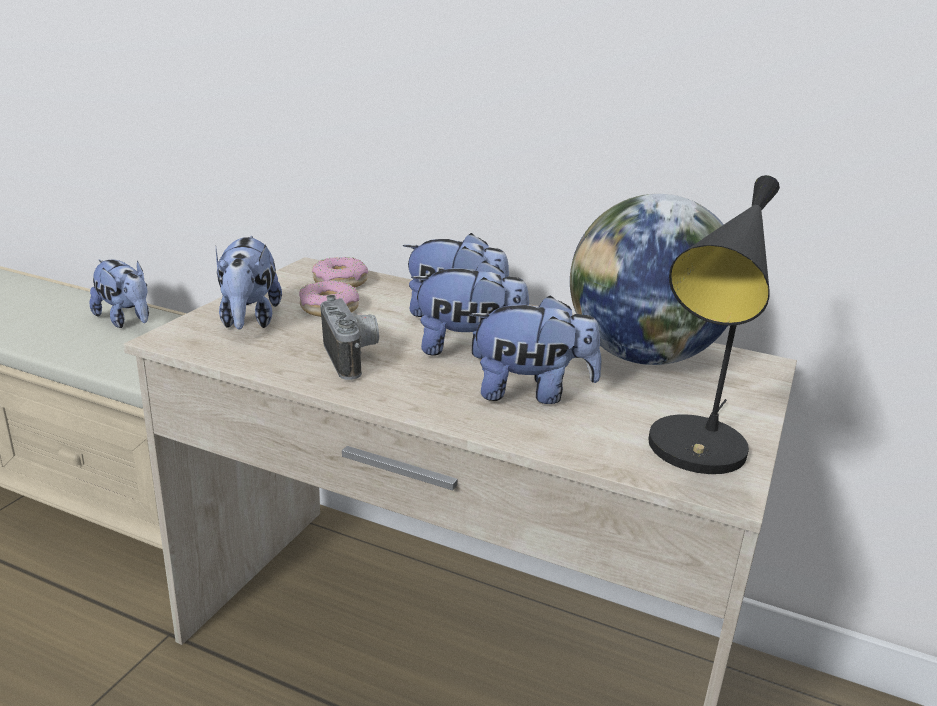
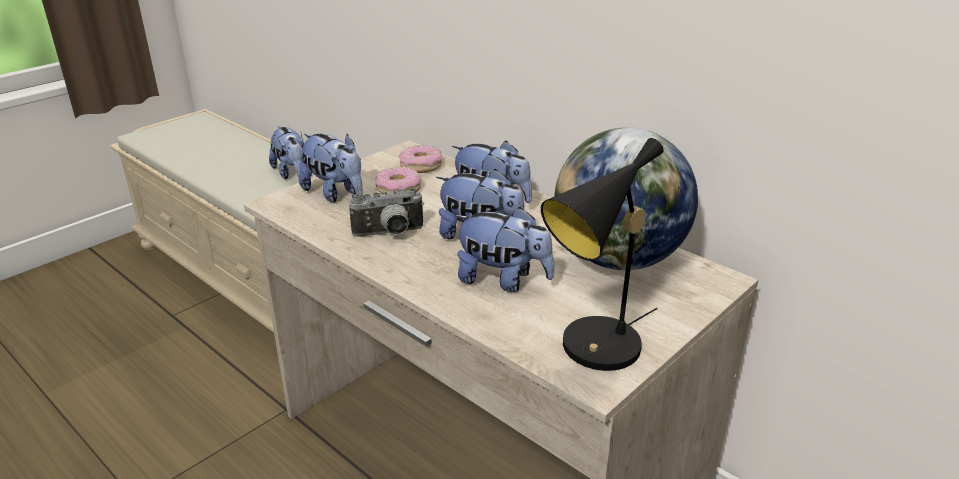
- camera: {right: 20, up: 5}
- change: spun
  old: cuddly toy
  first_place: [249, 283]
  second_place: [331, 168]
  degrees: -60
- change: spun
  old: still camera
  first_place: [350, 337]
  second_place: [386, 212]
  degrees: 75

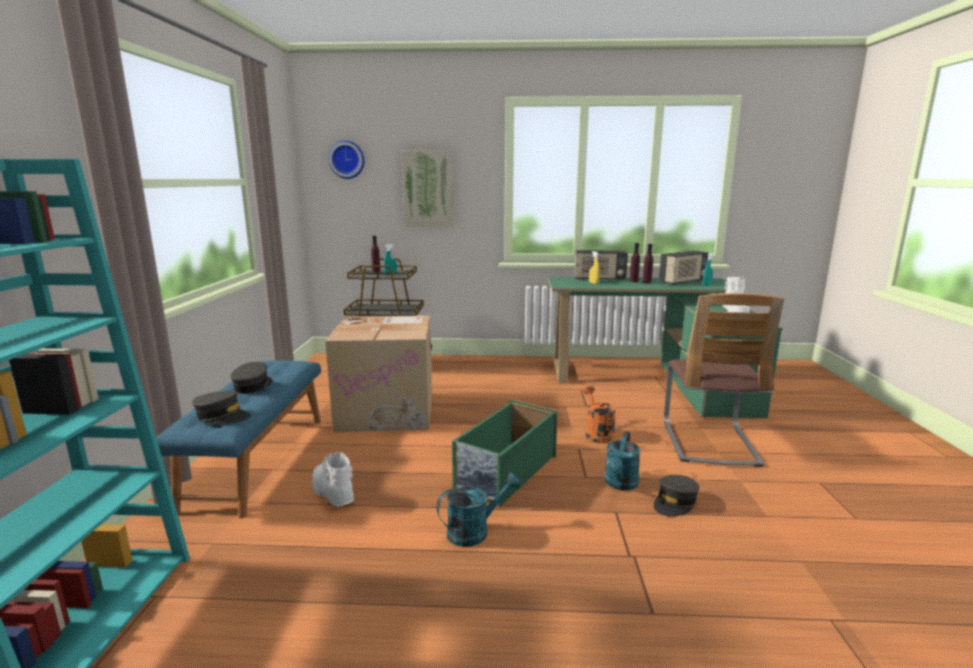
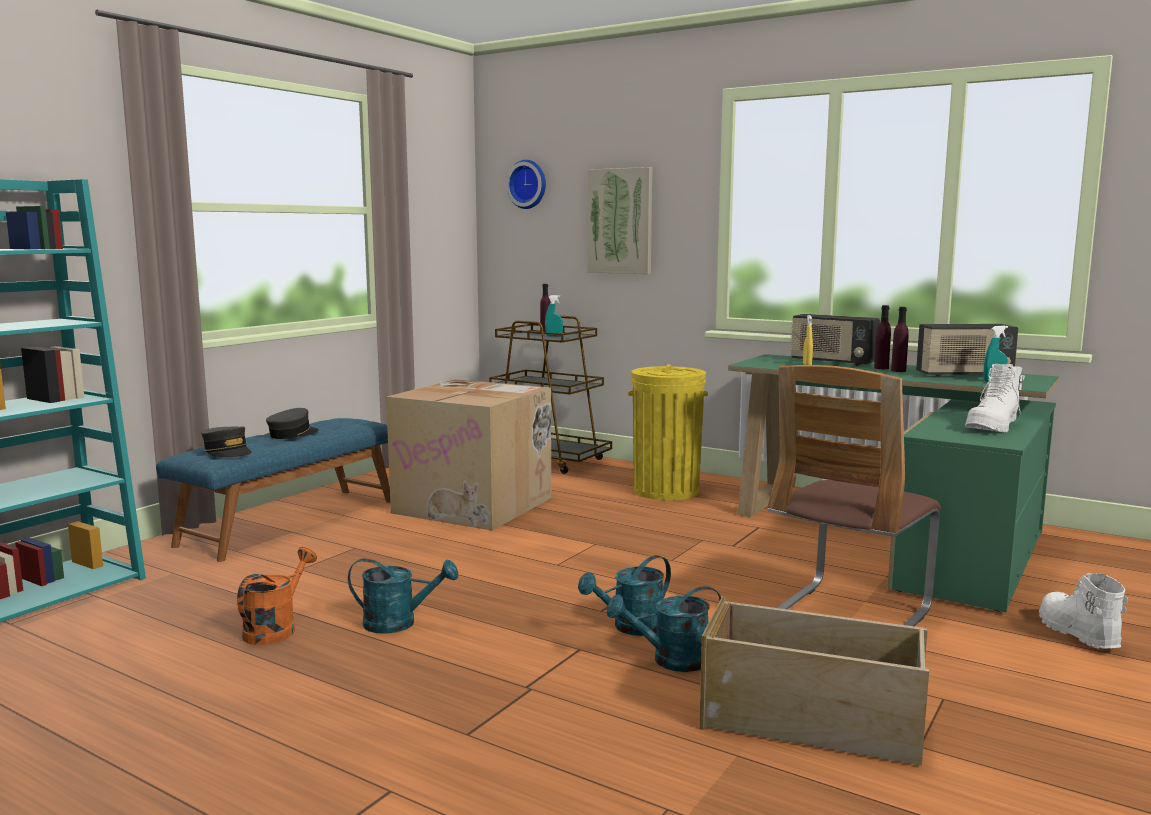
- camera: {right: 30, up: -5}
- change: relocated
  old: watering pot in orange-coloured
  first_place: [599, 414]
  second_place: [277, 596]
- change: missing
  old: storage box in greenish
  first_place: [505, 452]
- change: relocated
  old: high-top boot in whitish
  first_place: [333, 480]
  second_place: [1083, 610]
- change: exchanged
  old: cap in greyish
  new: watering pot in turquoise
  first_place: [676, 496]
  second_place: [664, 629]
- change: appeared
  new: waste bin in yellow-coloured
  second_place: [668, 432]
- change: appeared
  new: storage box in sand-coloured
  second_place: [814, 681]

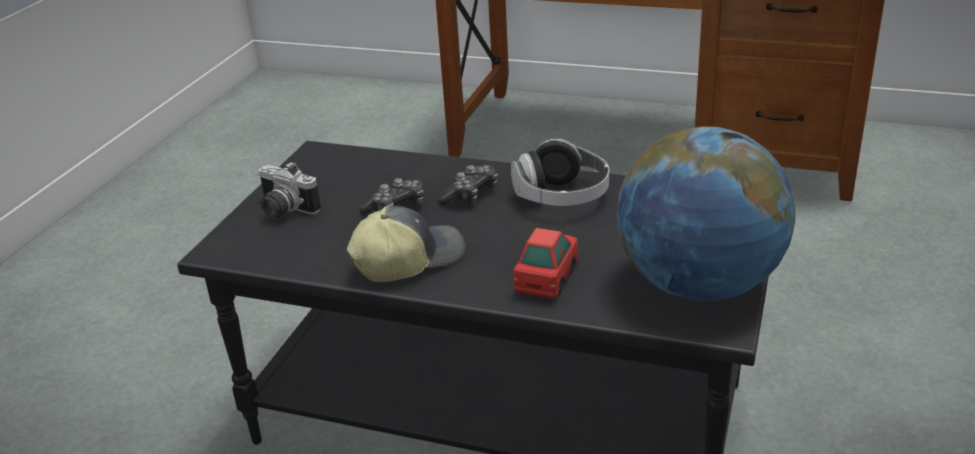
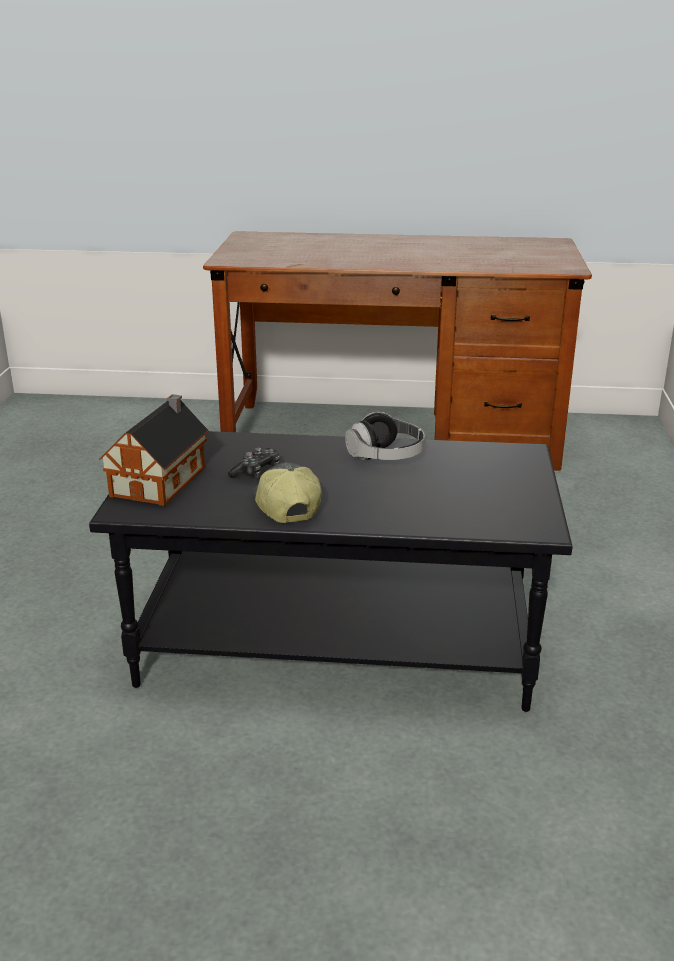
- camera: {right: -15, up: -5}
- change: missing
  old: desk globe
  first_place: [706, 213]
- change: exchanged
  old: still camera
  new: model house
  first_place: [289, 190]
  second_place: [154, 450]
- change: missing
  old: game controller
  first_place: [467, 185]
- change: spun
  old: cap
  first_place: [406, 244]
  second_place: [287, 492]
  degrees: -60
- change: missing
  old: toy car
  first_place: [545, 263]

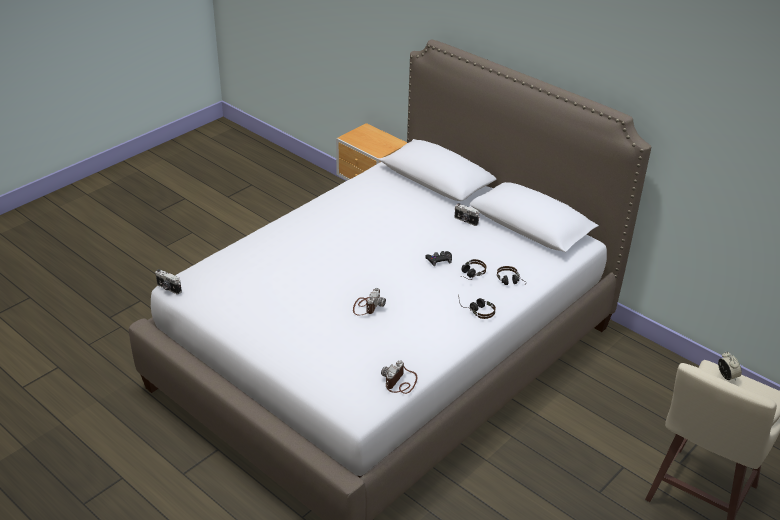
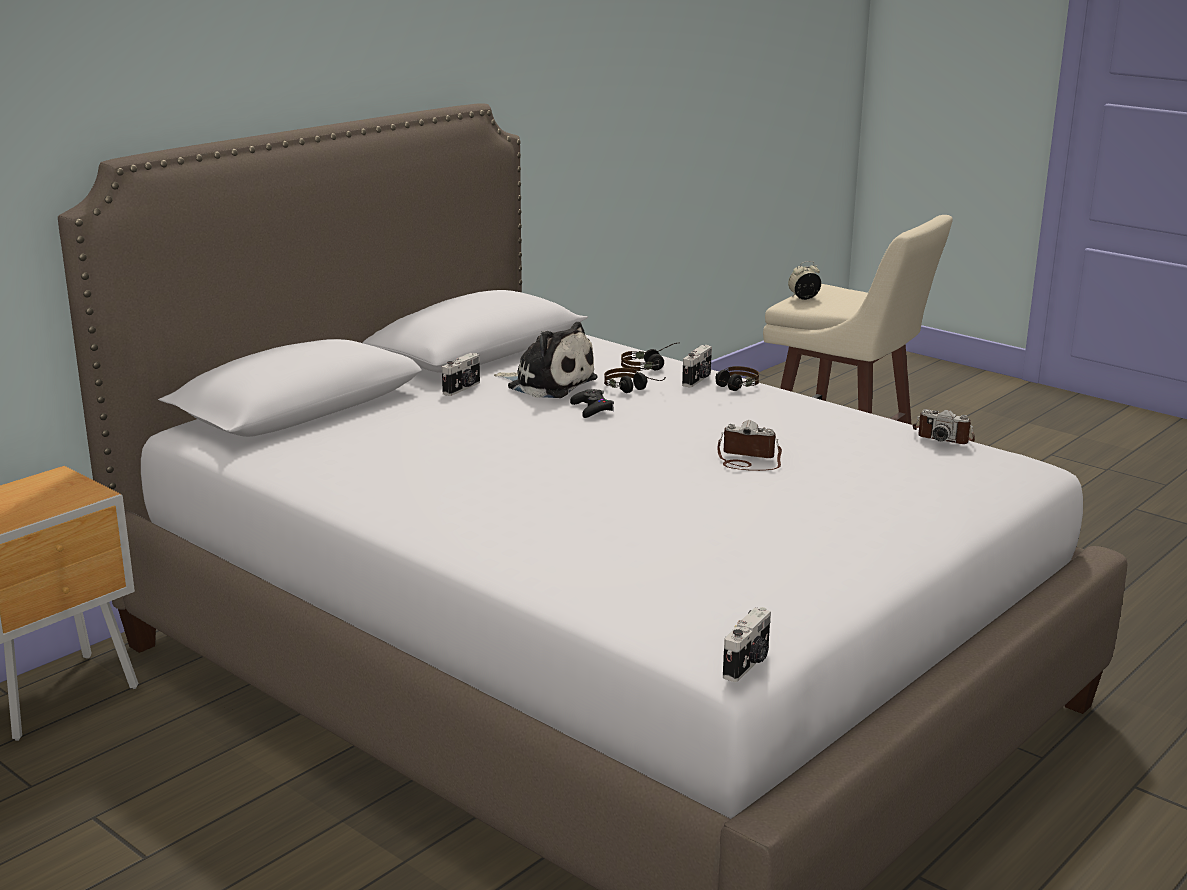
- camera: {right: -90, up: -15}
- change: appeared
  new: cuddly toy
  second_place: [546, 360]
- change: appeared
  new: still camera
  second_place: [697, 366]

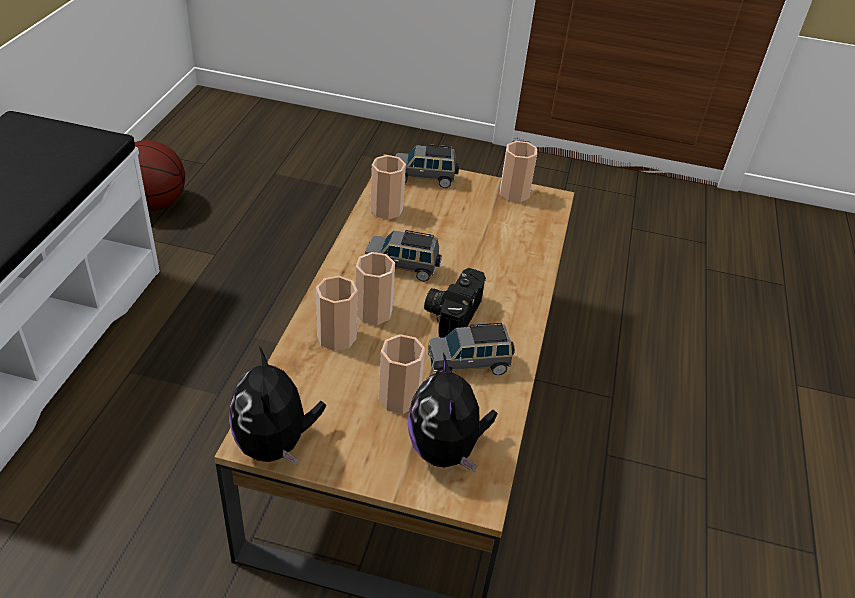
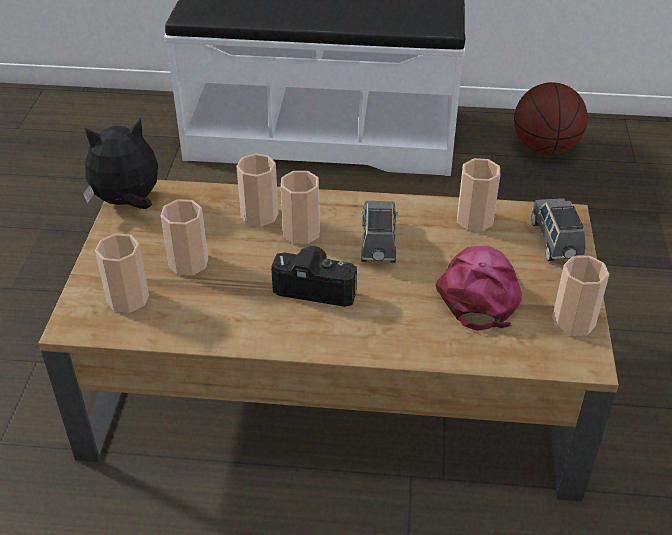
- camera: {right: 85, up: 0}
- change: missing
  old: toy car in greyish
  first_place: [471, 349]
- change: exchanged
  old: cuddly toy
  new: small cup
  first_place: [452, 412]
  second_place: [122, 273]
- change: appeared
  new: cap in pink
  second_place: [479, 288]

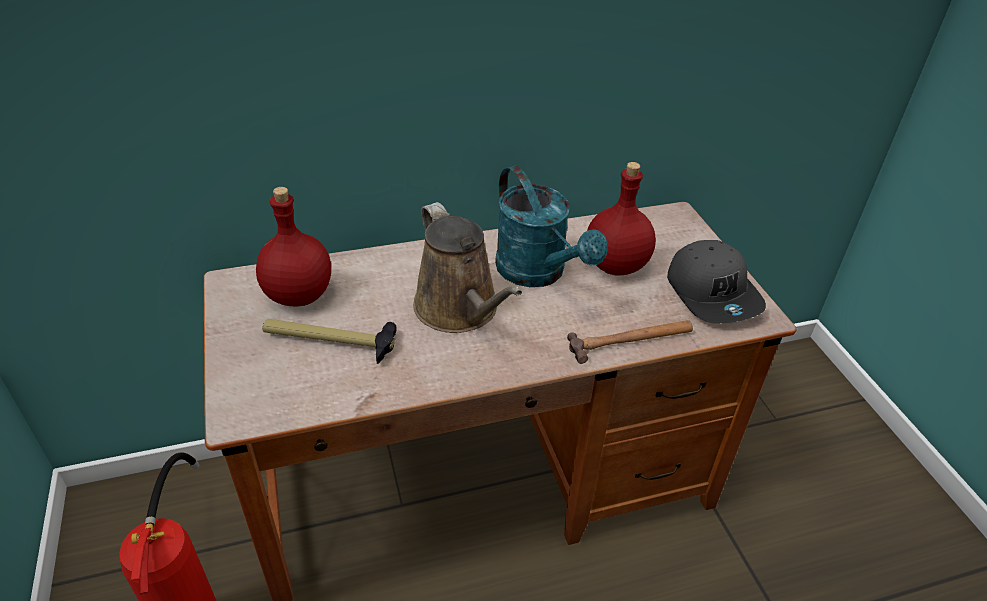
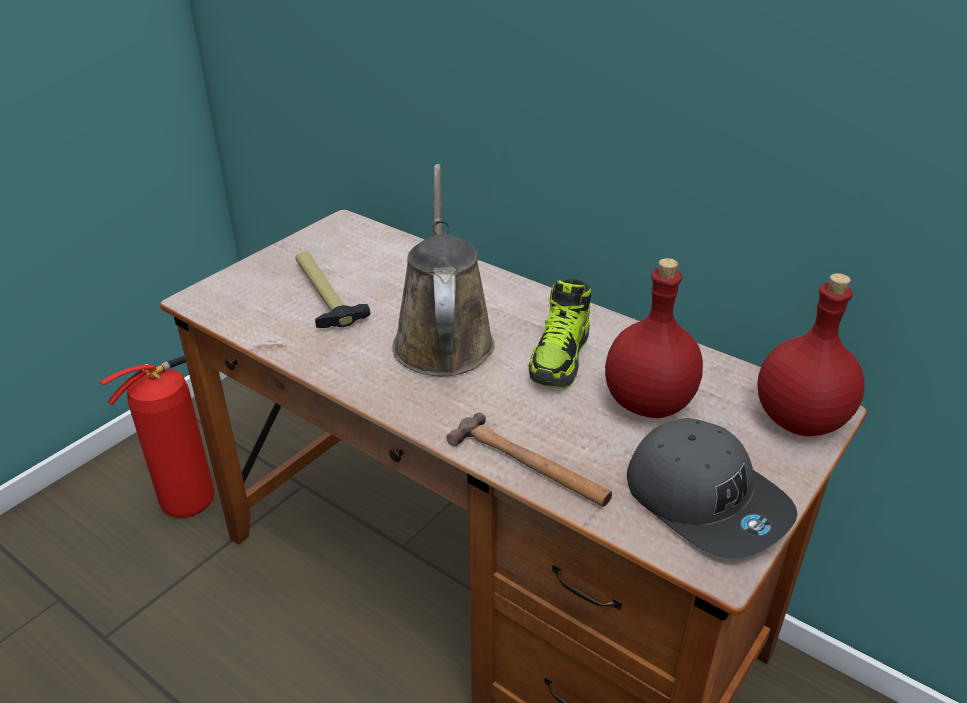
- camera: {right: 55, up: -5}
- change: exchanged
  old: watering pot in turquoise
  new: low shoe
  first_place: [551, 226]
  second_place: [559, 333]
- change: relocated
  old: drink bottle in red
  first_place: [293, 246]
  second_place: [811, 354]
- change: spun
  old: watering pot in brownish
  first_place: [467, 267]
  second_place: [444, 270]
  degrees: 150
- change: spun
  old: cap in greyish
  first_place: [716, 282]
  second_place: [712, 488]
  degrees: -75

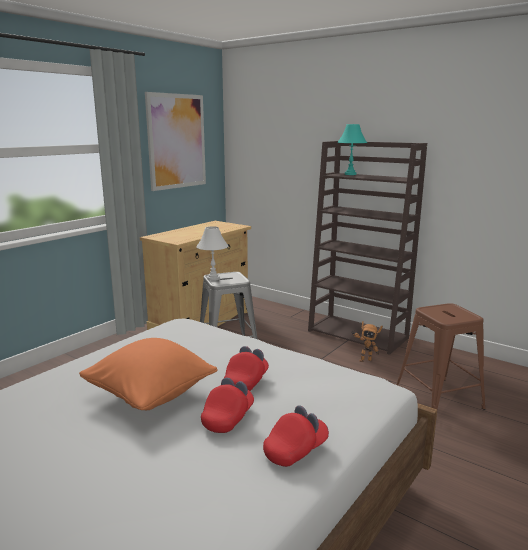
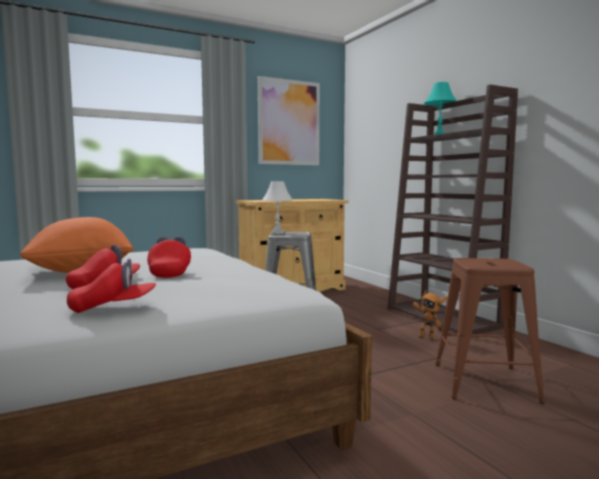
- camera: {right: 25, up: -10}
- change: spun
  old: cap in red
  first_place: [246, 368]
  second_place: [169, 257]
  degrees: -60

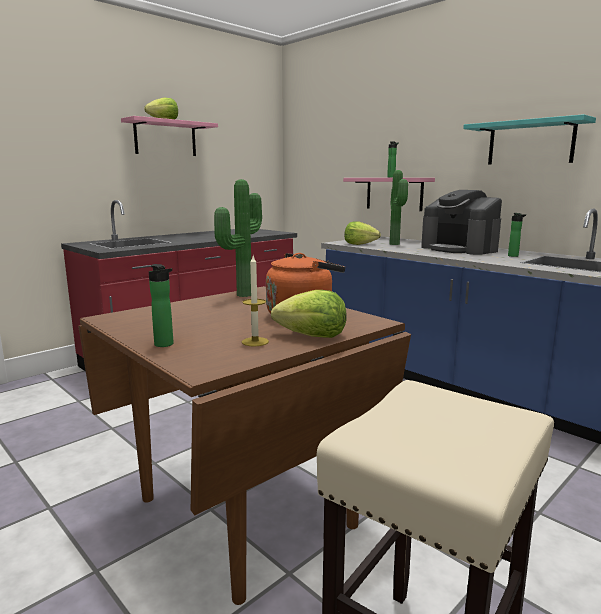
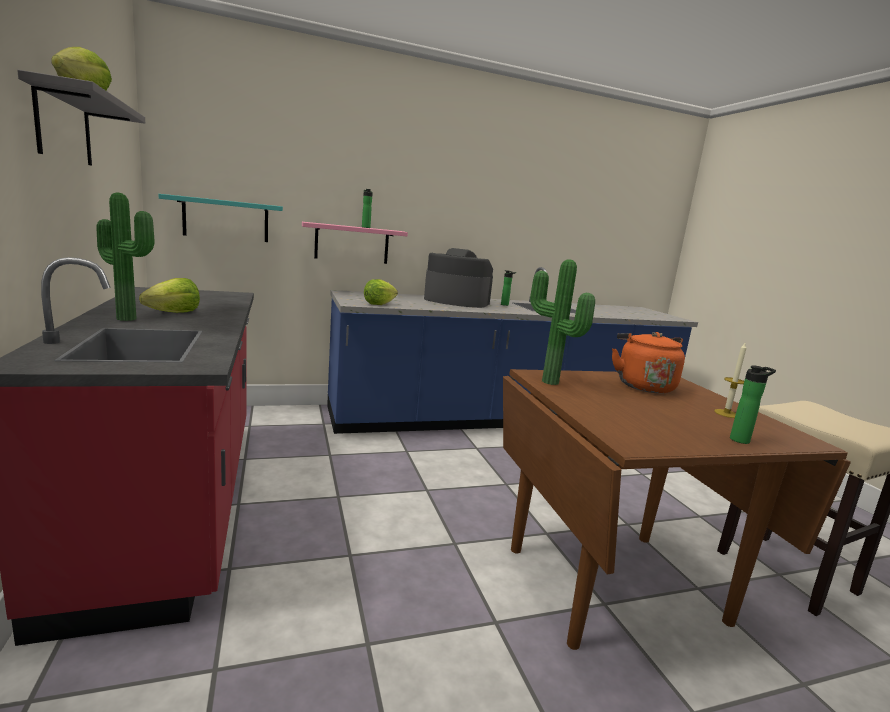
- camera: {right: -65, up: 0}
- change: relocated
  old: bracket shelf in turquoise
  first_place: [529, 139]
  second_place: [220, 218]
- change: colour
  old: bracket shelf in pink
  new: bracket shelf in greyish
  first_place: [169, 136]
  second_place: [81, 117]
- change: relocated
  old: plant in a pot
  first_place: [398, 207]
  second_place: [126, 257]
- change: spun
  old: coffee brewer
  first_place: [461, 222]
  second_place: [458, 278]
  degrees: -150
- change: relocated
  old: head of lettuce
  first_place: [308, 314]
  second_place: [169, 295]

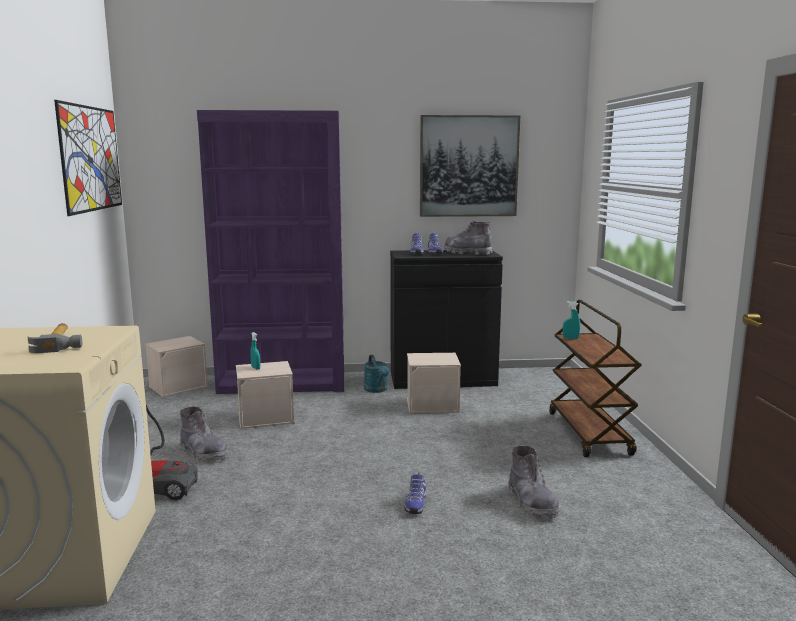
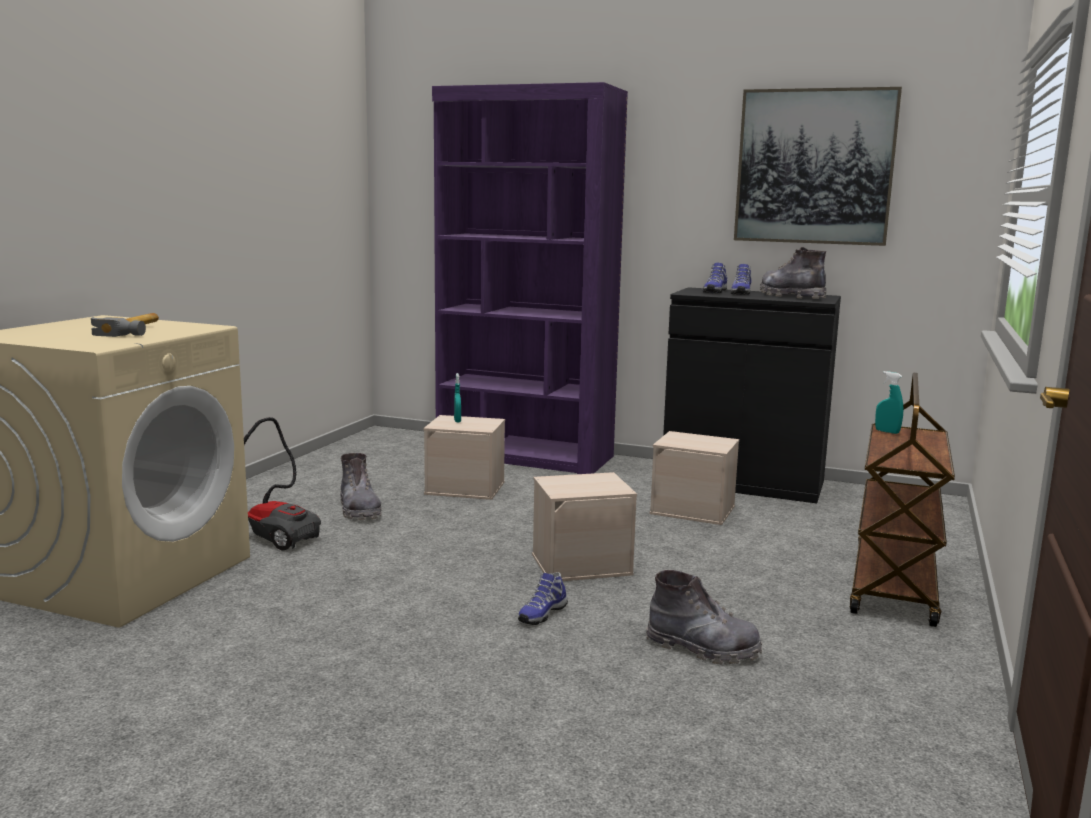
- camera: {right: 25, up: 0}
- change: missing
  old: picture
  first_place: [88, 158]
- change: relocated
  old: storage box in sand-coloured
  first_place: [176, 366]
  second_place: [584, 526]
- change: missing
  old: watering pot in turquoise
  first_place: [376, 374]
- change: spun
  old: high-top boot in greyish
  first_place: [533, 482]
  second_place: [704, 617]
  degrees: -75

